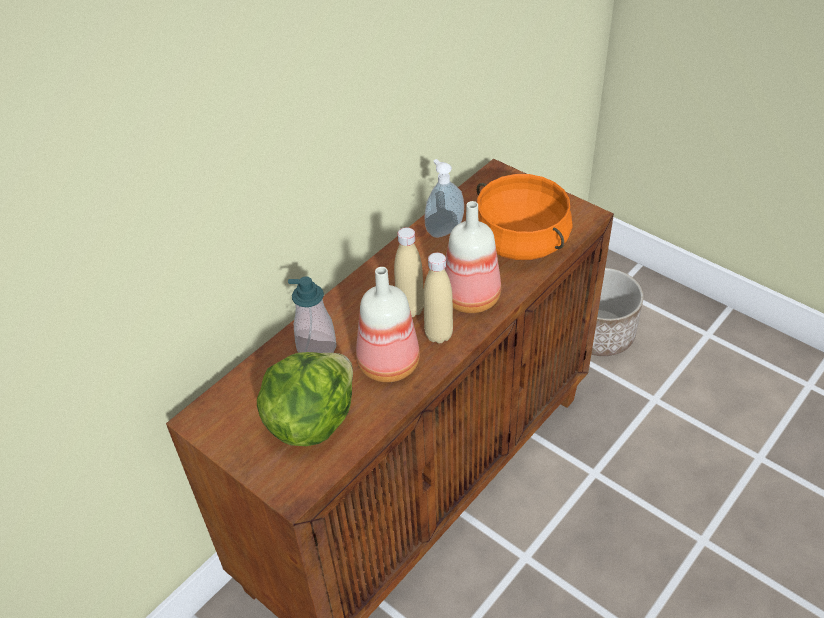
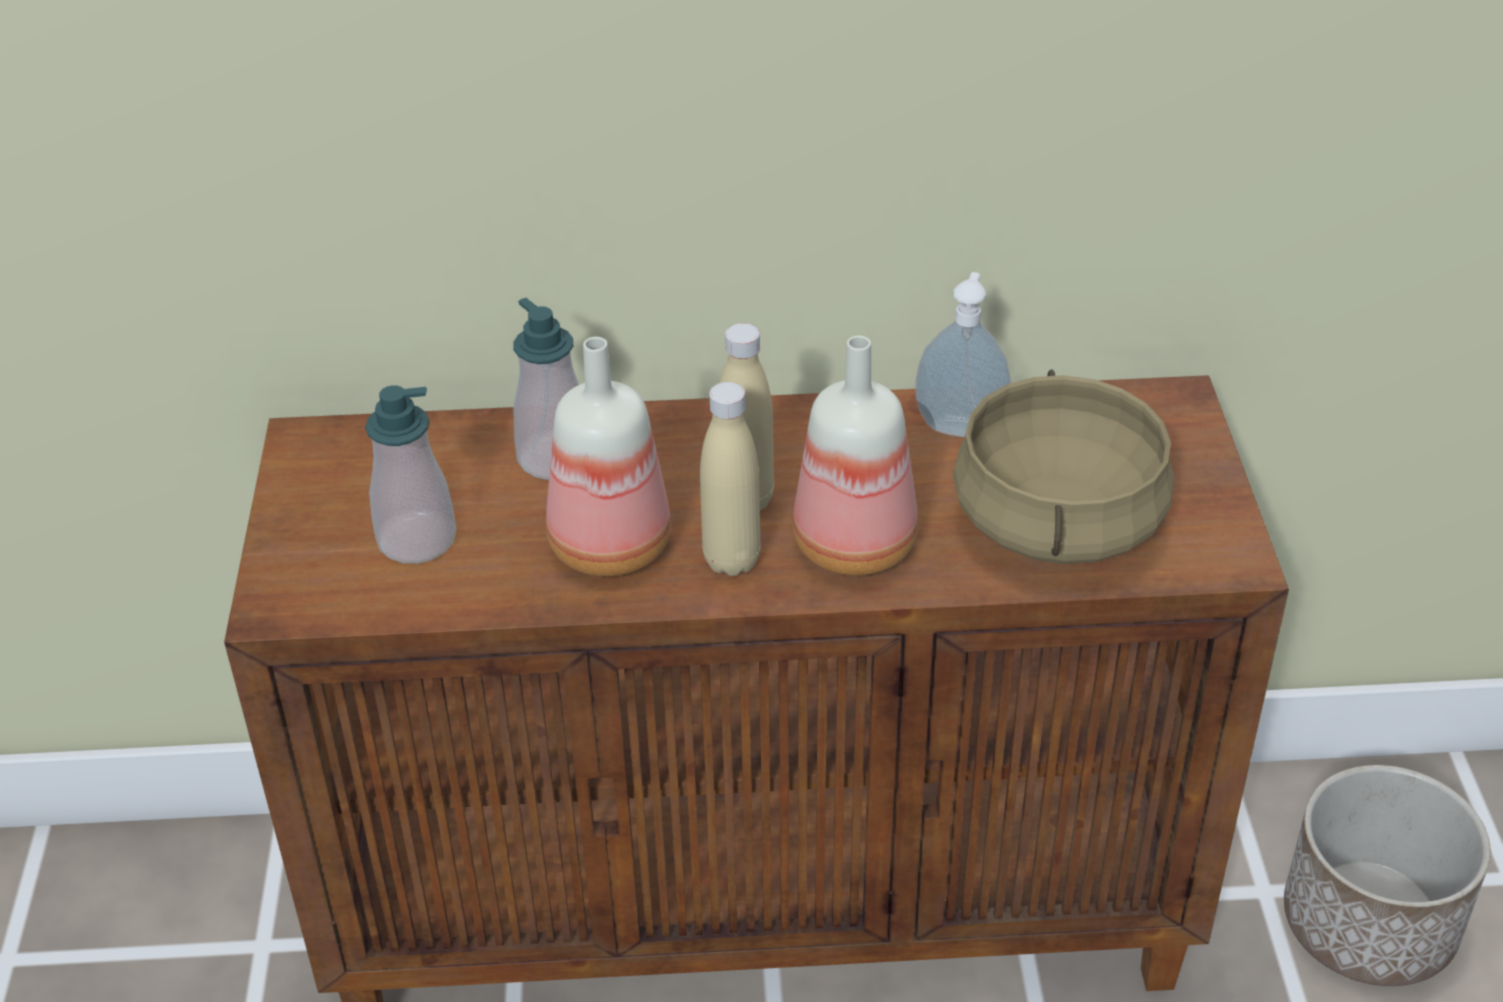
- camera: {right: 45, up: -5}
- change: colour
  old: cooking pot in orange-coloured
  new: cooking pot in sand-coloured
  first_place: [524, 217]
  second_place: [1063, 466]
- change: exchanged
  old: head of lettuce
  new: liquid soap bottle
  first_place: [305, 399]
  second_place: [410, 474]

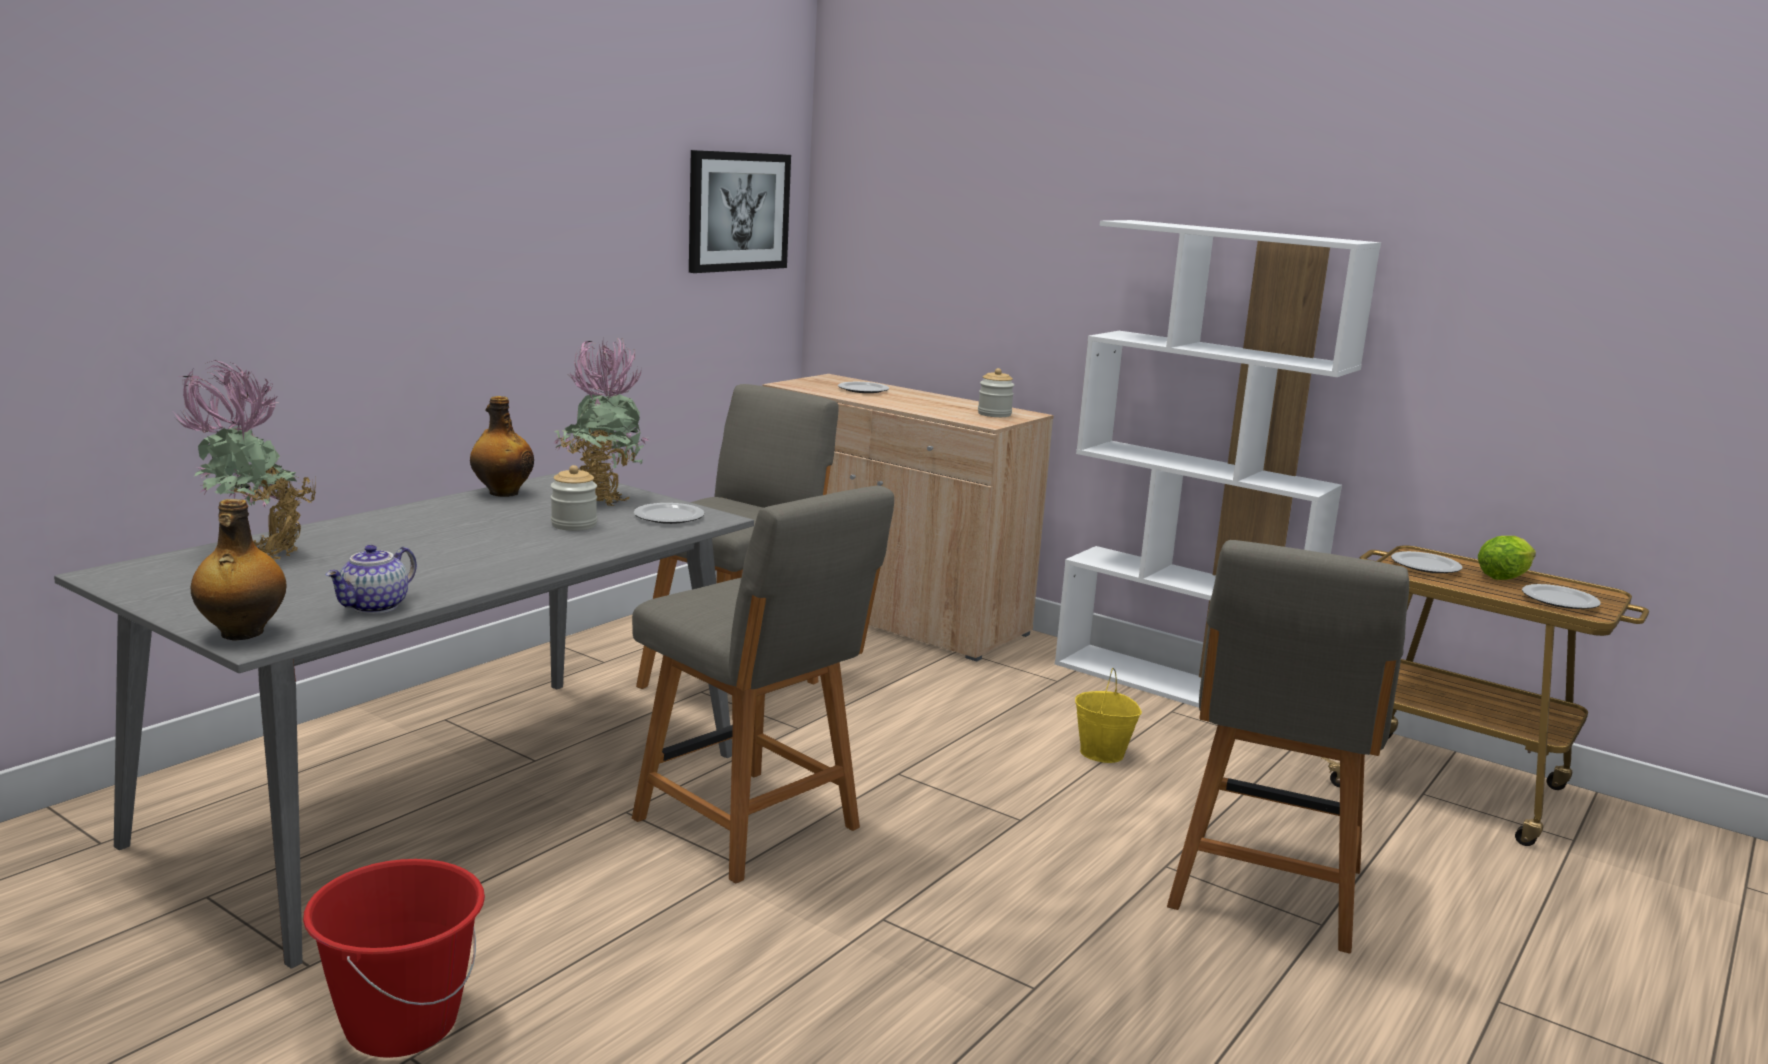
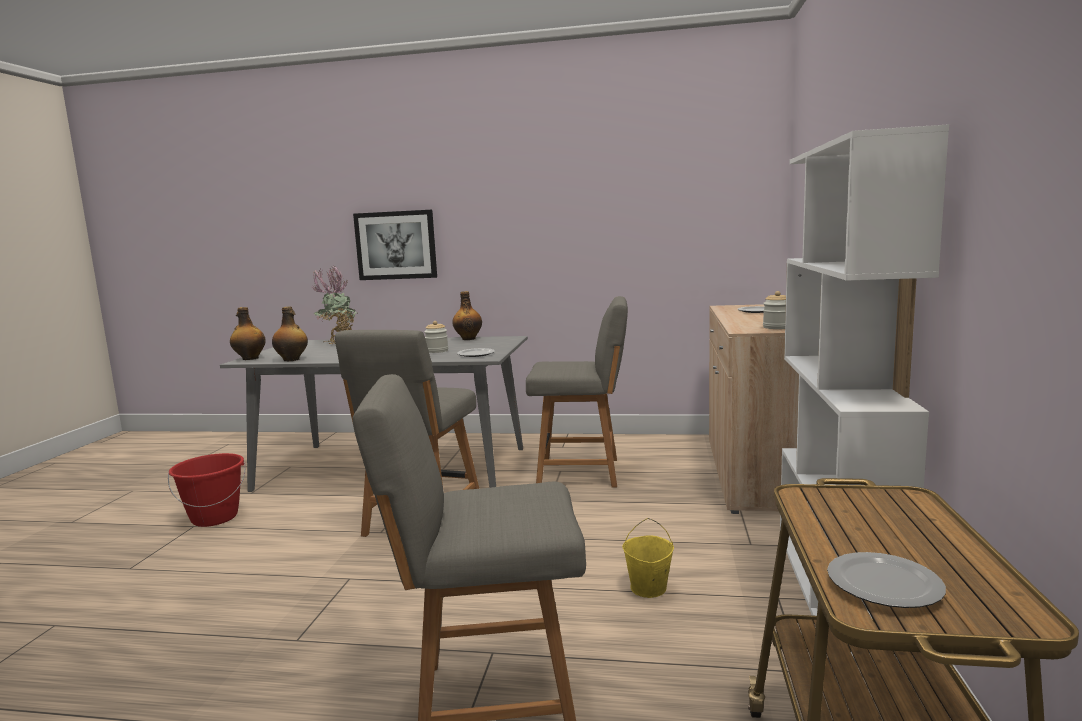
- camera: {right: 65, up: -5}
- change: relocated
  old: picture
  first_place: [740, 211]
  second_place: [395, 245]
- change: missing
  old: plant in a pot
  first_place: [601, 422]
- change: missing
  old: head of lettuce
  first_place: [1507, 558]
- change: exchanged
  old: pot for tea
  new: drink bottle
  first_place: [371, 579]
  second_place: [290, 334]
- change: missing
  old: dinner plate
  first_place: [1426, 562]

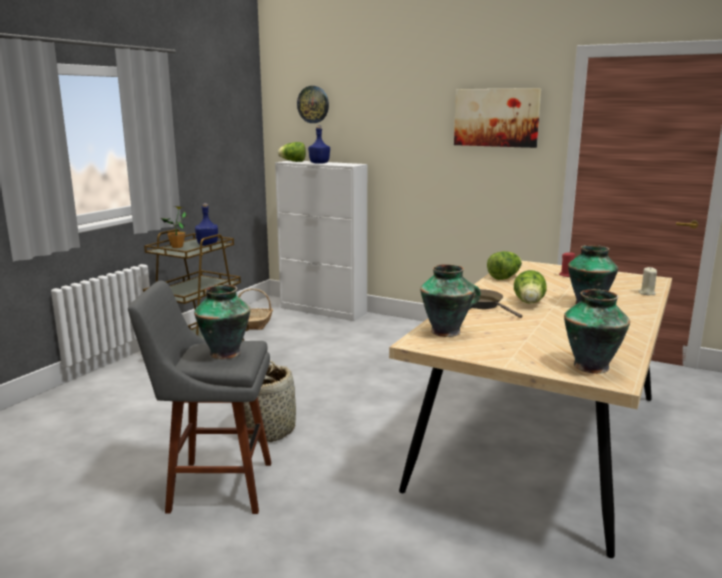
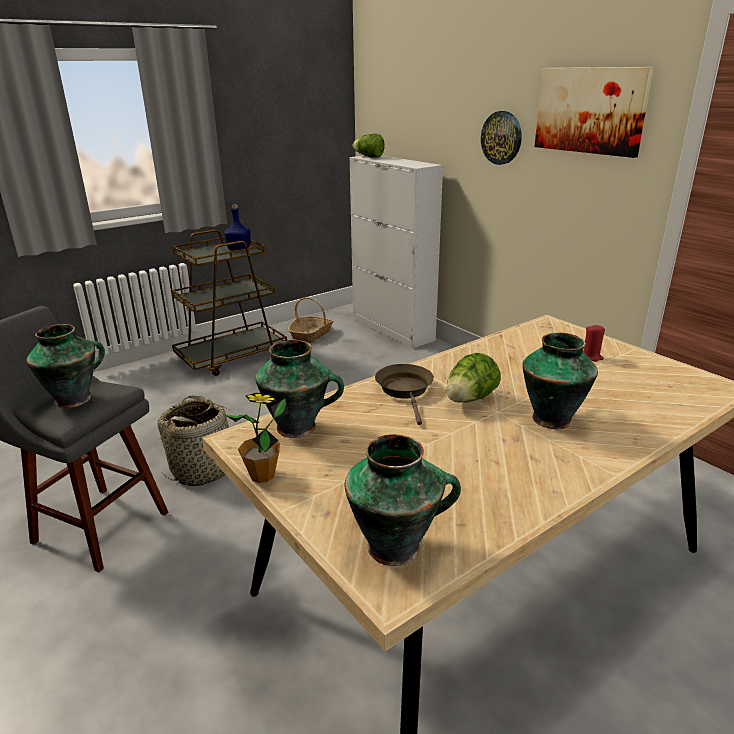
- camera: {right: 25, up: 10}
- change: relocated
  old: hanging clock
  first_place: [313, 104]
  second_place: [501, 138]
- change: missing
  old: drink bottle in blue
  first_place: [319, 145]
- change: relocated
  old: plant in a pot
  first_place: [174, 227]
  second_place: [256, 438]
- change: missing
  old: head of lettuce
  first_place: [504, 265]
- change: missing
  old: wax candle in sand-coloured
  first_place: [647, 281]

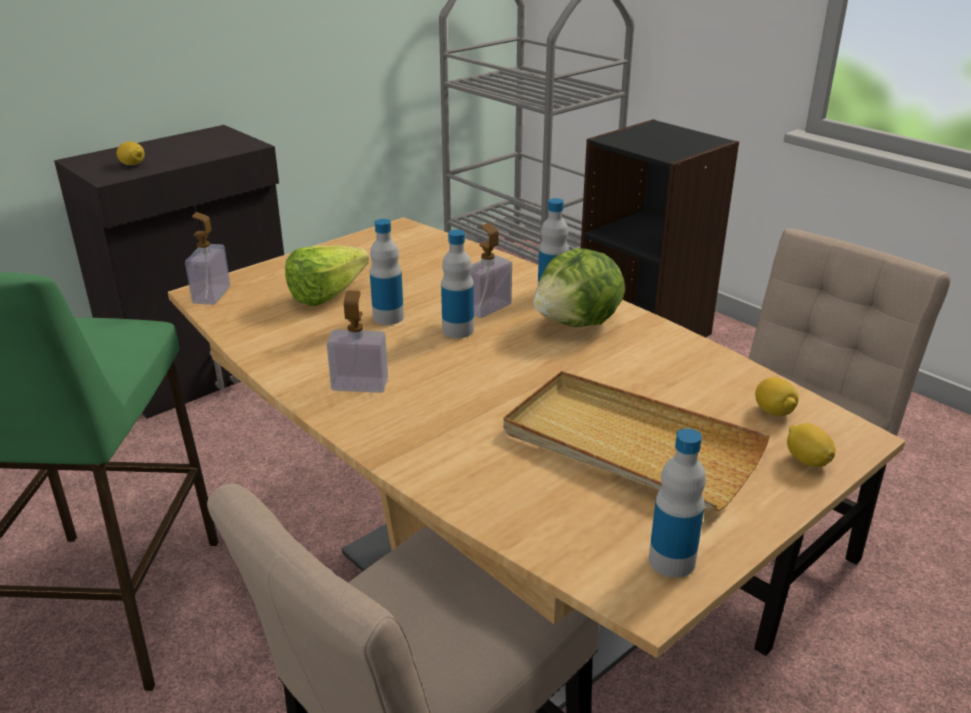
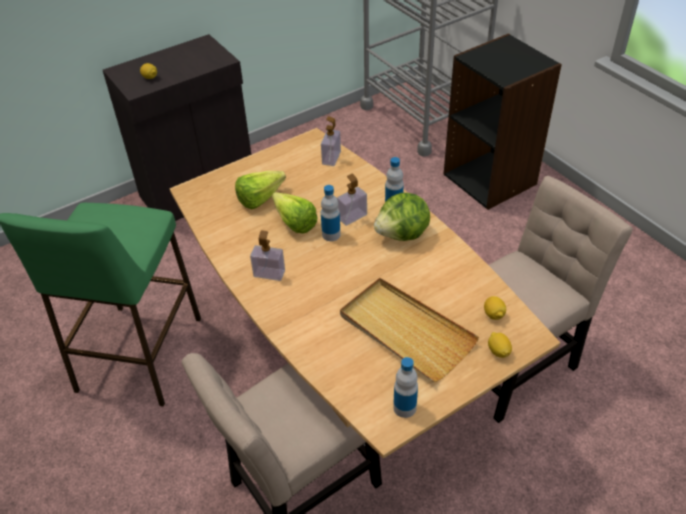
- camera: {right: 10, up: 15}
- change: relocated
  old: liquid soap bottle
  first_place: [207, 258]
  second_place: [331, 141]
- change: exchanged
  old: drink bottle
  new: head of lettuce
  first_place: [387, 272]
  second_place: [295, 213]

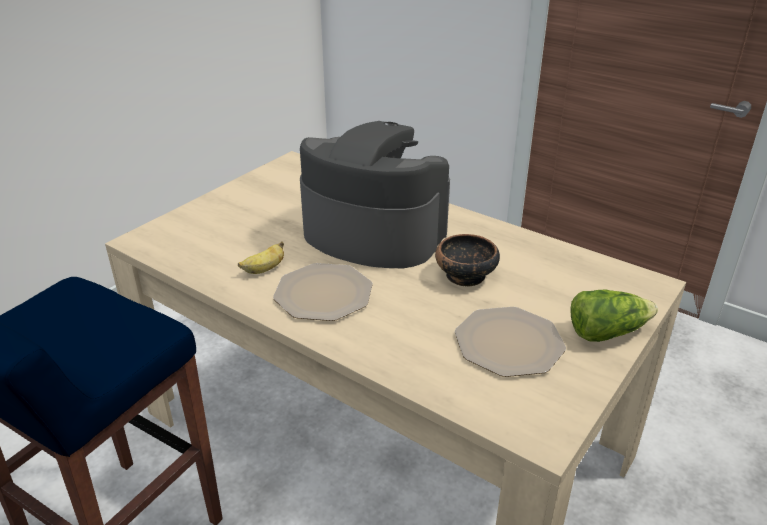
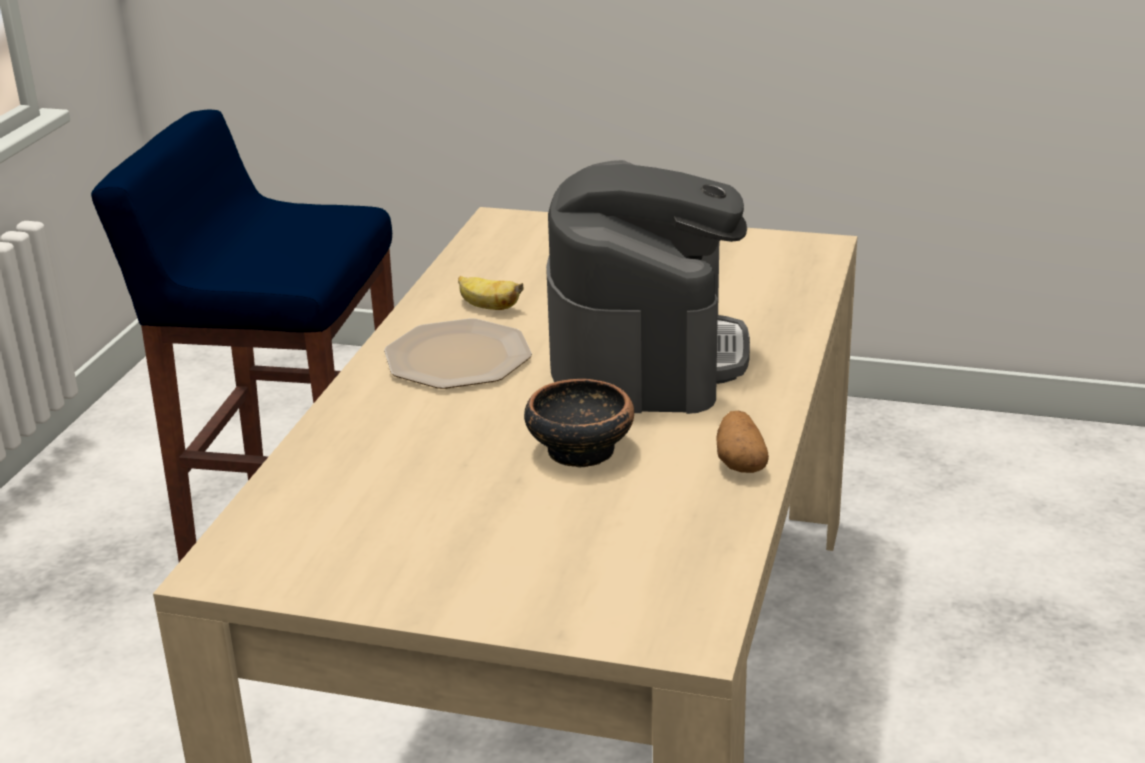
- camera: {right: 70, up: -5}
- change: missing
  old: head of lettuce
  first_place: [614, 315]
- change: missing
  old: dinner plate
  first_place: [510, 342]
- change: appeared
  new: whole potato
  second_place: [742, 442]

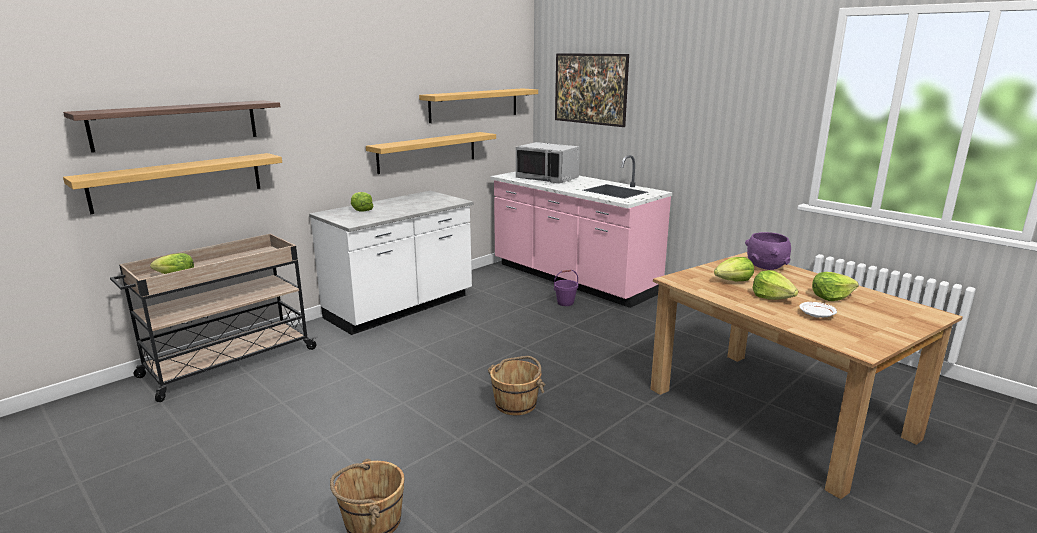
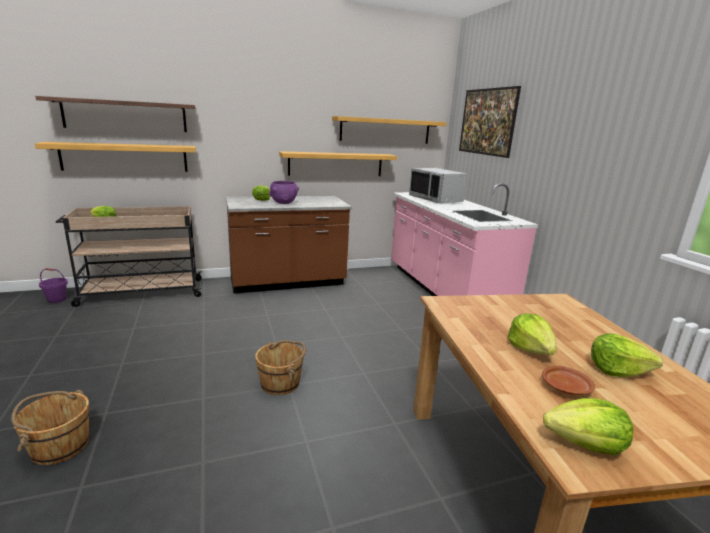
- camera: {right: 25, up: 0}
- change: colour
  old: kitchen counter in whitish
  new: kitchen counter in brownish
  first_place: [391, 263]
  second_place: [288, 245]
- change: relocated
  old: serving bowl in purplish
  first_place: [768, 251]
  second_place: [284, 192]
- change: relocated
  old: head of lettuce
  first_place: [734, 269]
  second_place: [588, 426]
- change: relocated
  old: water bucket in purplish
  first_place: [566, 287]
  second_place: [53, 285]
- change: colour
  old: dinner plate in whitish
  new: dinner plate in brownish
  first_place: [818, 310]
  second_place: [568, 380]

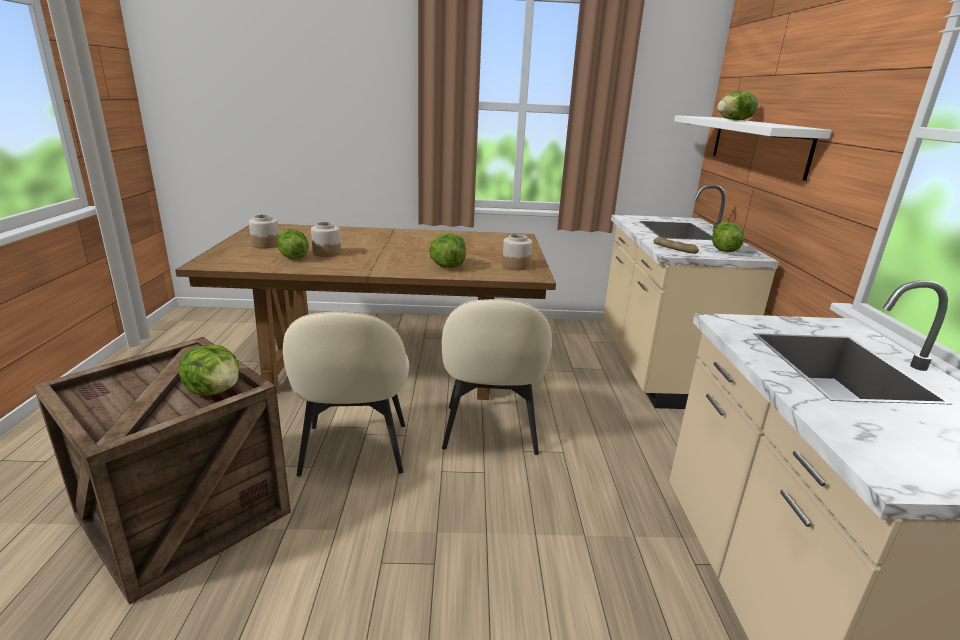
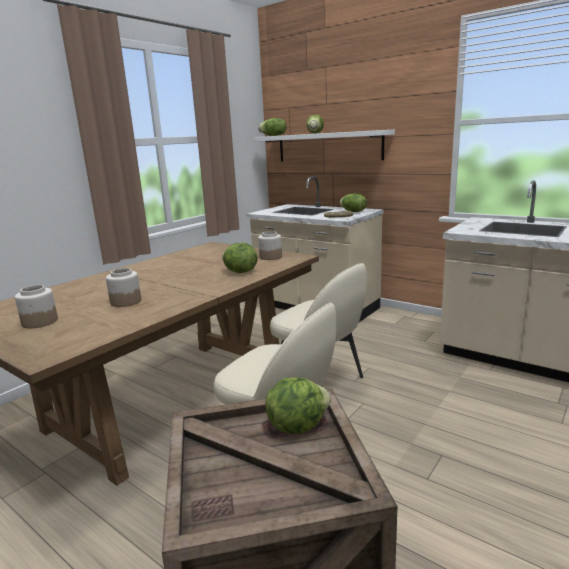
- camera: {right: -50, up: -5}
- change: relocated
  old: head of lettuce
  first_place: [293, 244]
  second_place: [272, 127]

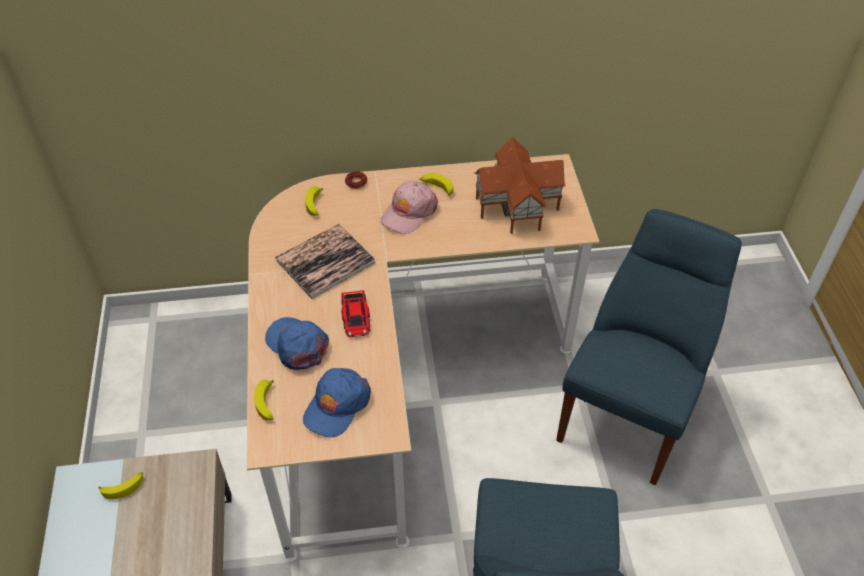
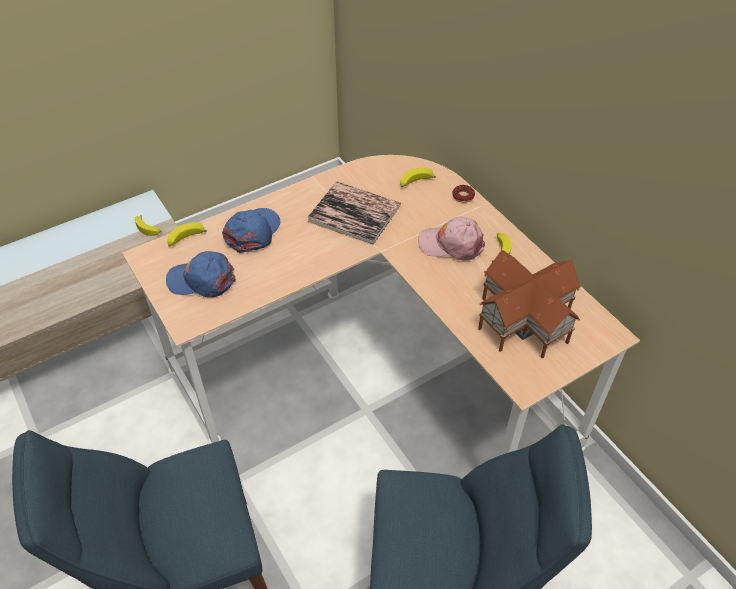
- camera: {right: 65, up: 0}
- change: missing
  old: toy car
  first_place: [355, 313]

